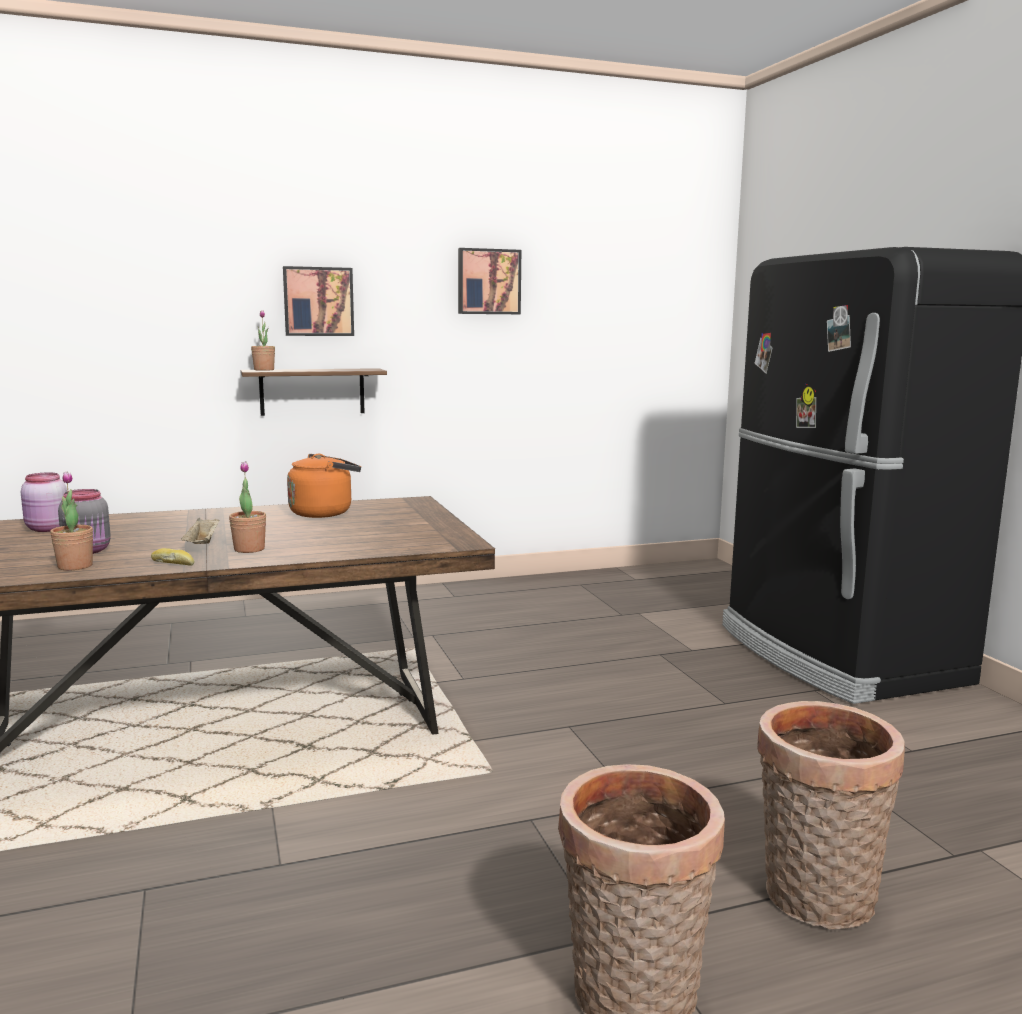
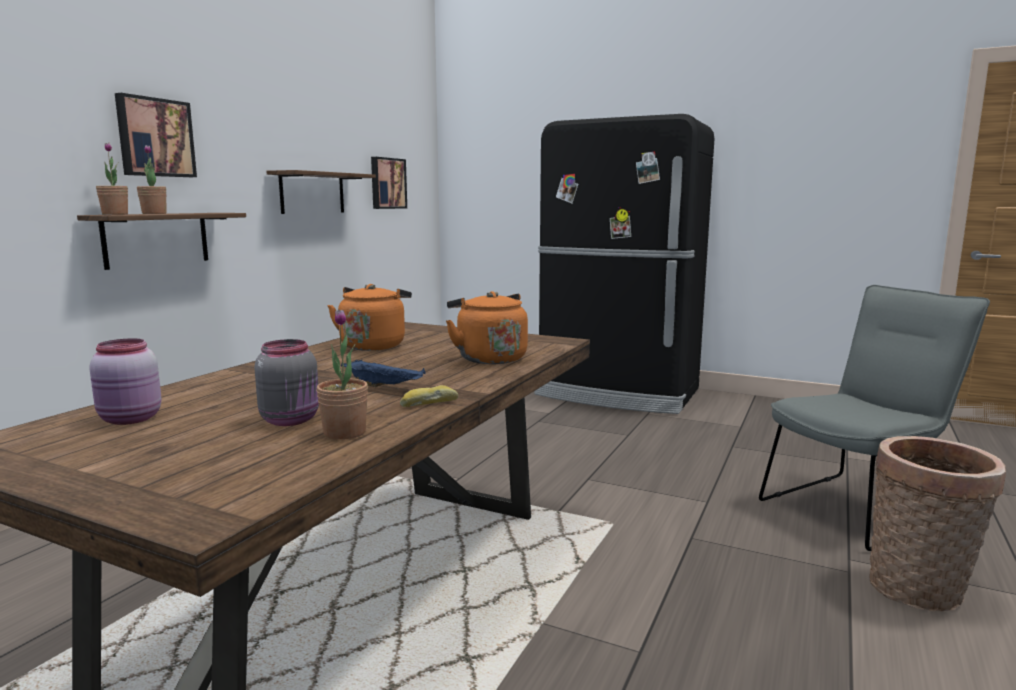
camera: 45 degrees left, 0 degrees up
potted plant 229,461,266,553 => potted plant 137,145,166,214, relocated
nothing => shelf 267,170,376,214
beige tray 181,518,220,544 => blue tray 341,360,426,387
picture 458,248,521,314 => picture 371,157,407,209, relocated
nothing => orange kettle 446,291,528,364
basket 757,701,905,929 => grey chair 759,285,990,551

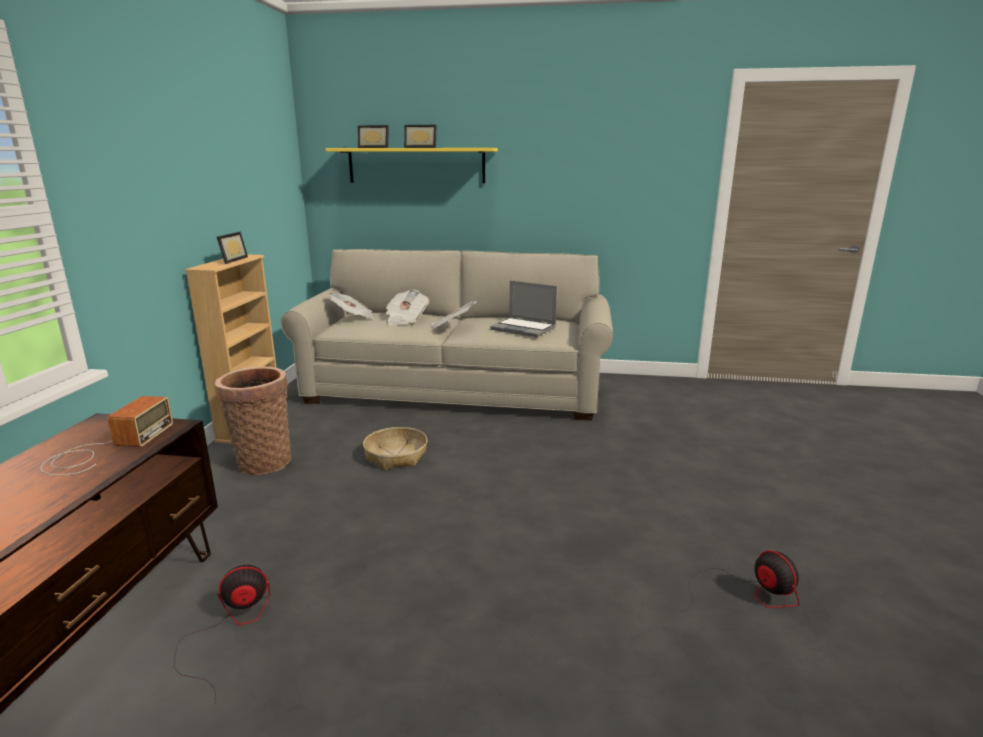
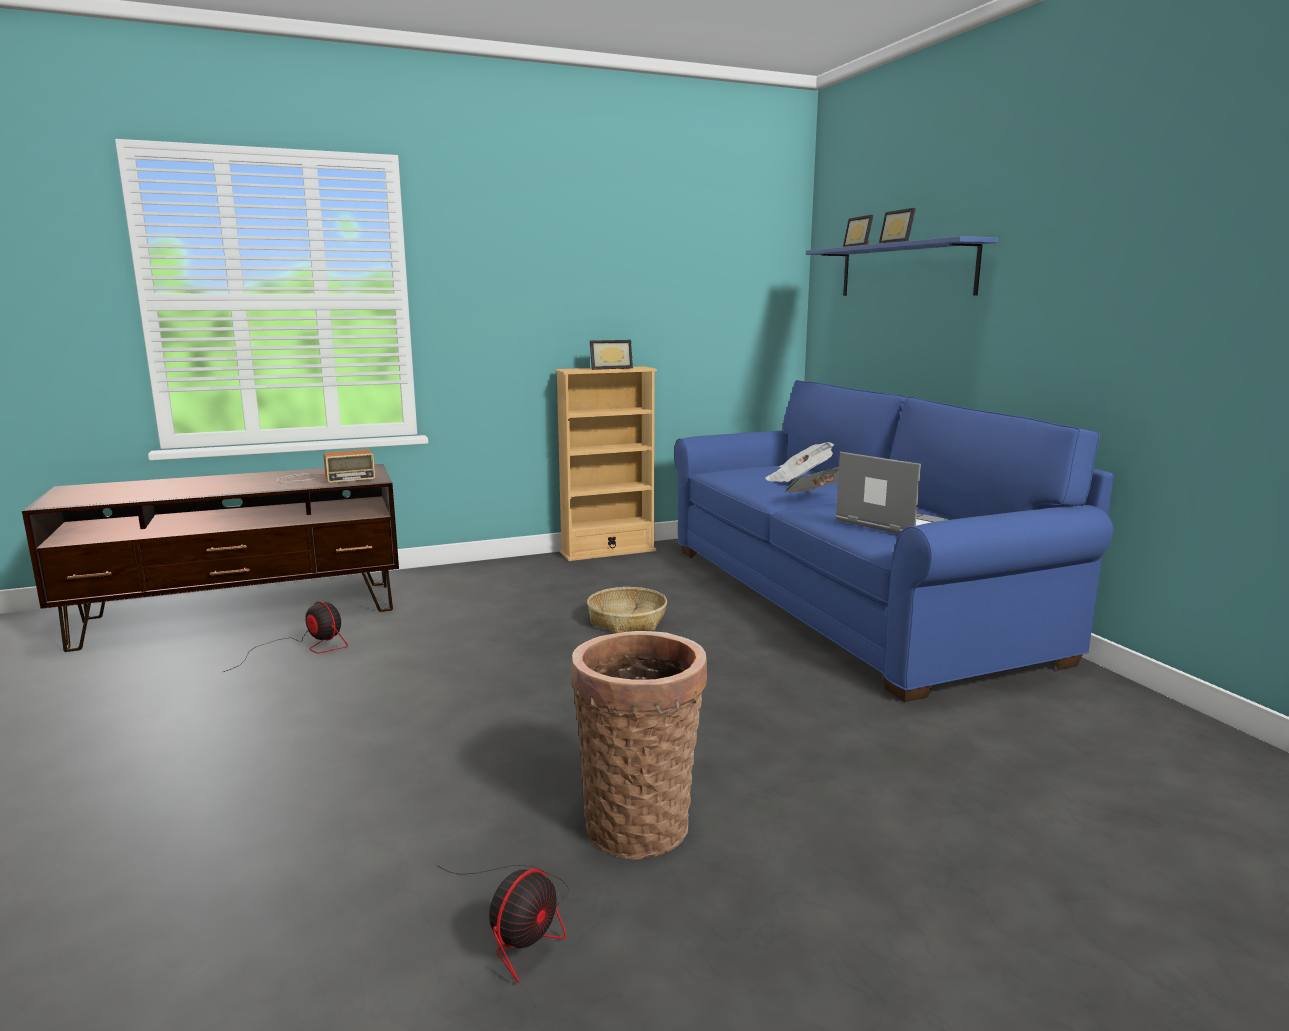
camera: 60 degrees right, 5 degrees down
basket 215,366,291,475 => basket 571,631,707,859, relocated
beige sofa 281,249,613,421 => blue sofa 674,380,1114,702
yellow shelf 326,148,498,184 => blue shelf 806,236,998,296
laptop 490,281,557,337 => laptop 835,452,948,534, 135 degrees clockwise
newspaper 328,292,374,319 => nothing

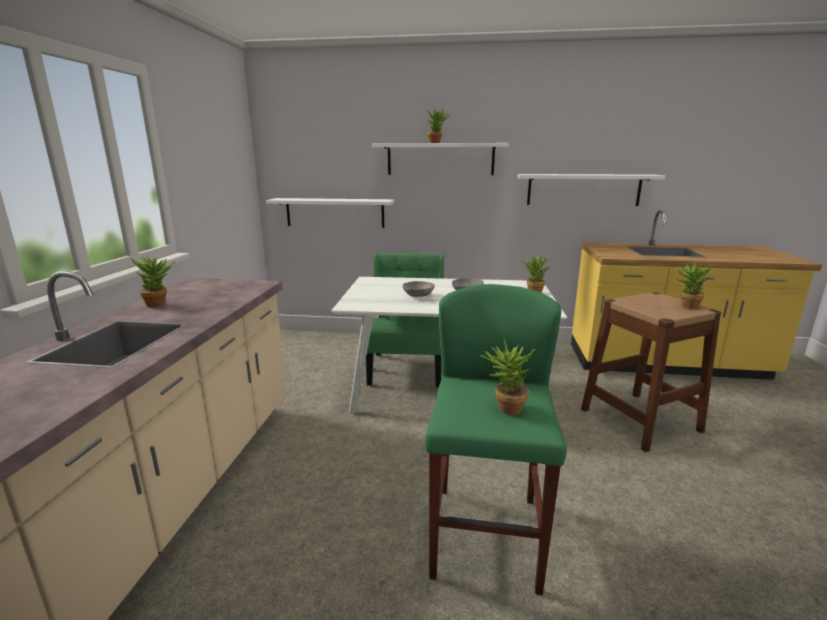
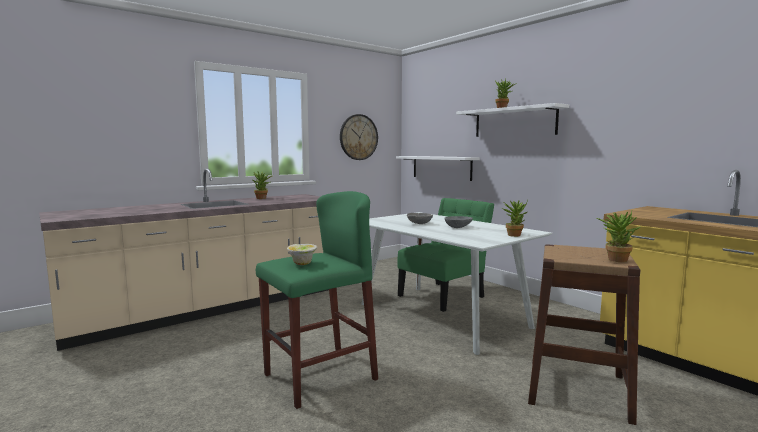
camera: 45 degrees right, 10 degrees down
potted plant 480,338,535,415 => bowl 287,244,317,265
nothing => wall clock 340,114,378,160
white shelf 518,174,665,206 => nothing

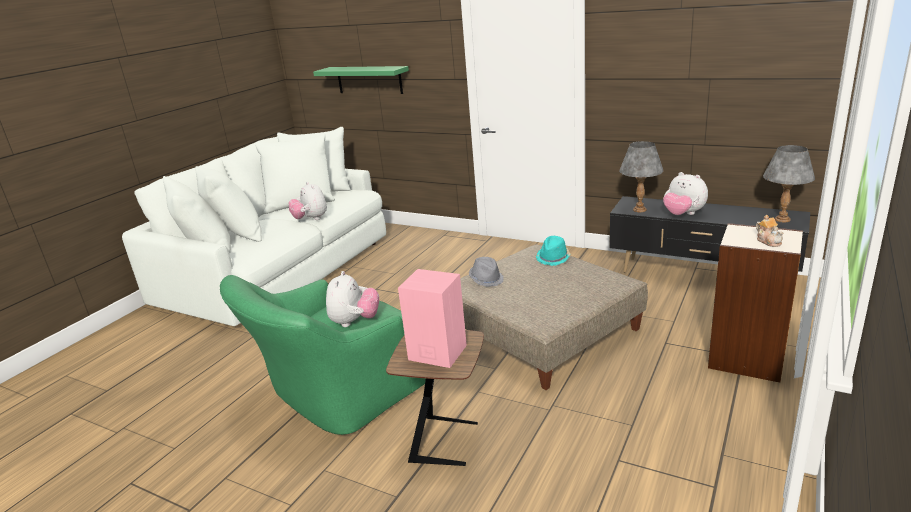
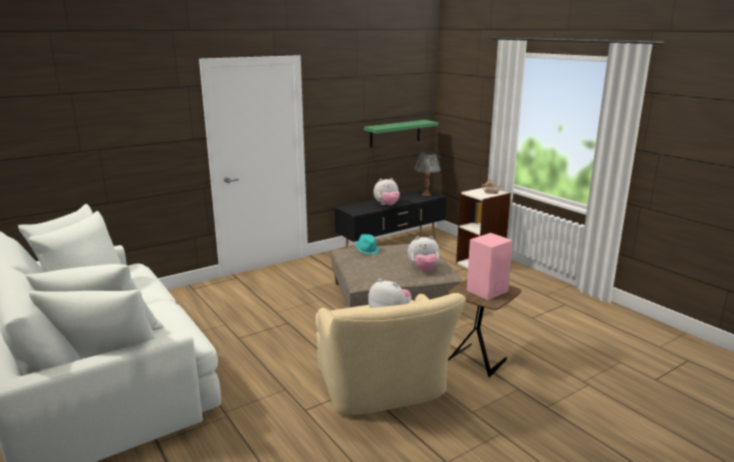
camera: 65 degrees left, 5 degrees down
green armchair 220,275,426,435 => beige armchair 315,293,466,415
green shelf 313,66,409,94 => green shelf 364,120,438,147, relocated
plush toy 289,182,327,220 => plush toy 408,236,439,271, relocated
grey hat 469,257,504,287 => nothing
grey table lamp 619,141,664,212 => nothing

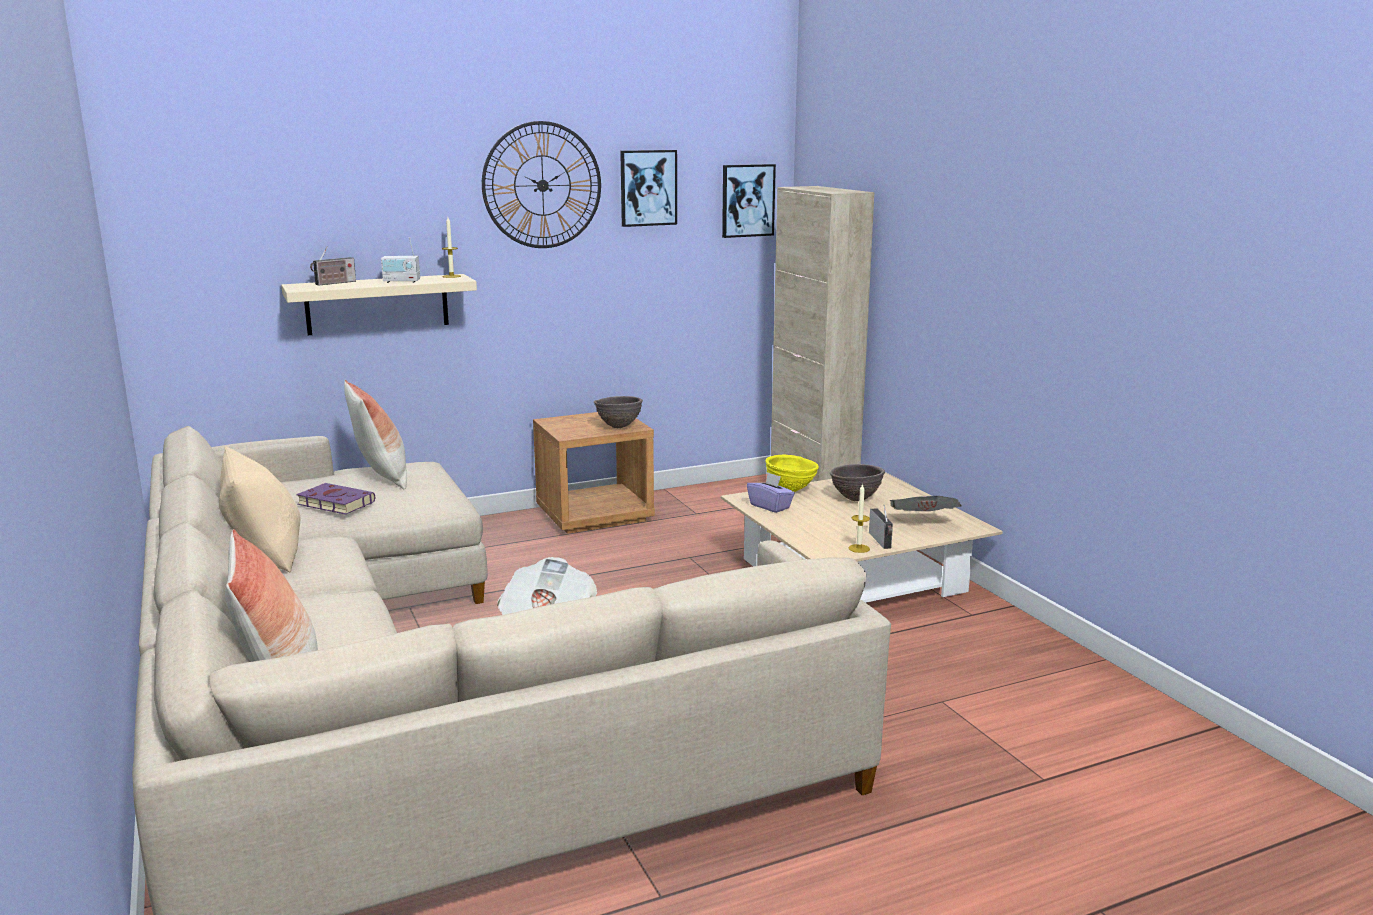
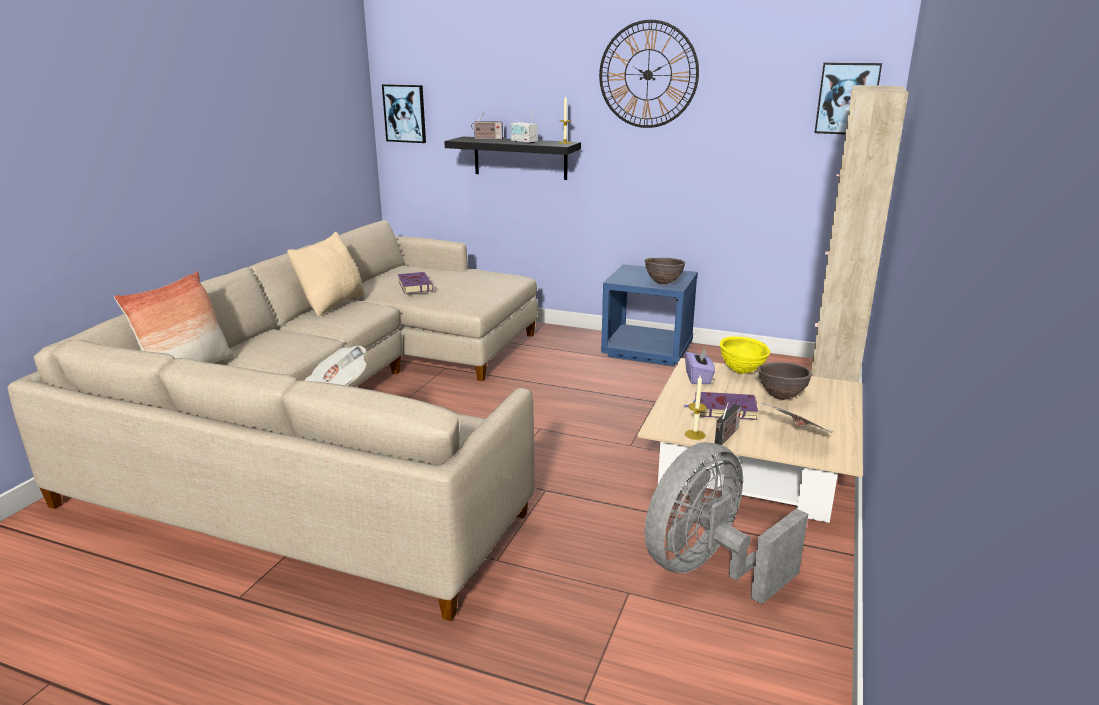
camera: 45 degrees right, 5 degrees up
picture 620,150,677,227 => picture 382,84,426,143, relocated
beige shelf 281,274,477,335 => black shelf 444,137,581,180
brown nightstand 533,412,655,534 => blue nightstand 601,264,698,366
nothing => grey fan 645,442,808,605
nothing => purple book 684,392,758,420
pillow 344,380,407,489 => nothing

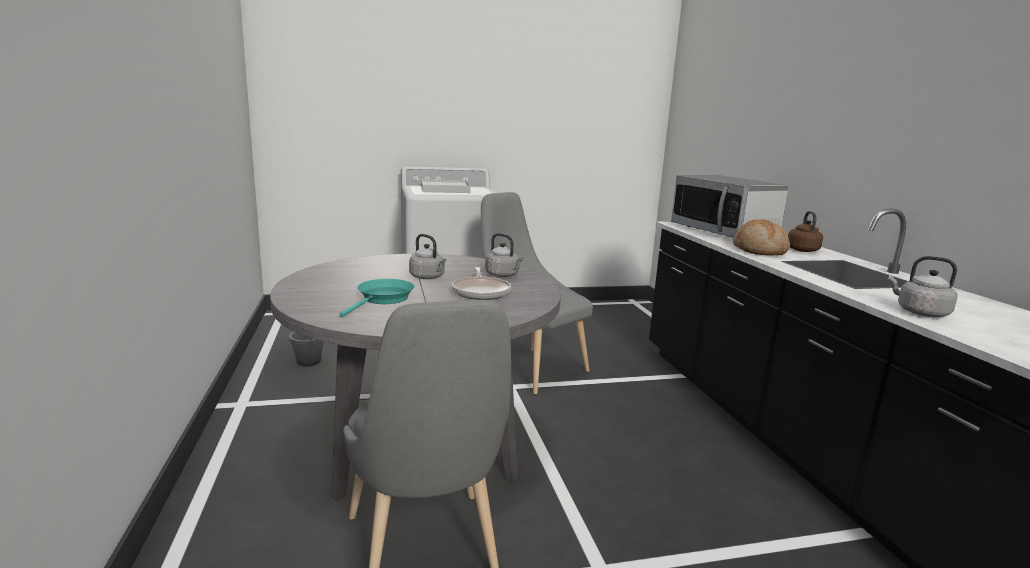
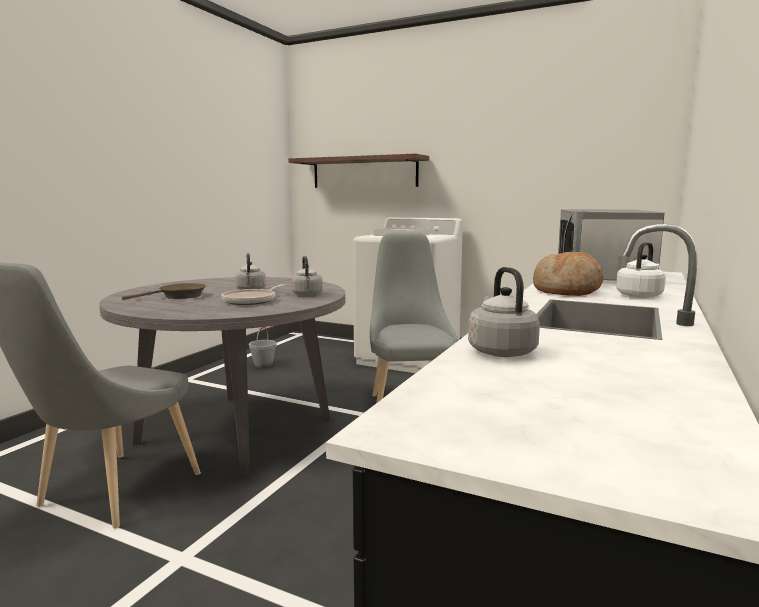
camera: 40 degrees right, 5 degrees down
turquoise frying pan 339,279,415,317 => brown frying pan 122,283,206,300
nothing => shelf 288,153,429,188
brown kettle 788,211,823,252 => white kettle 616,242,666,298

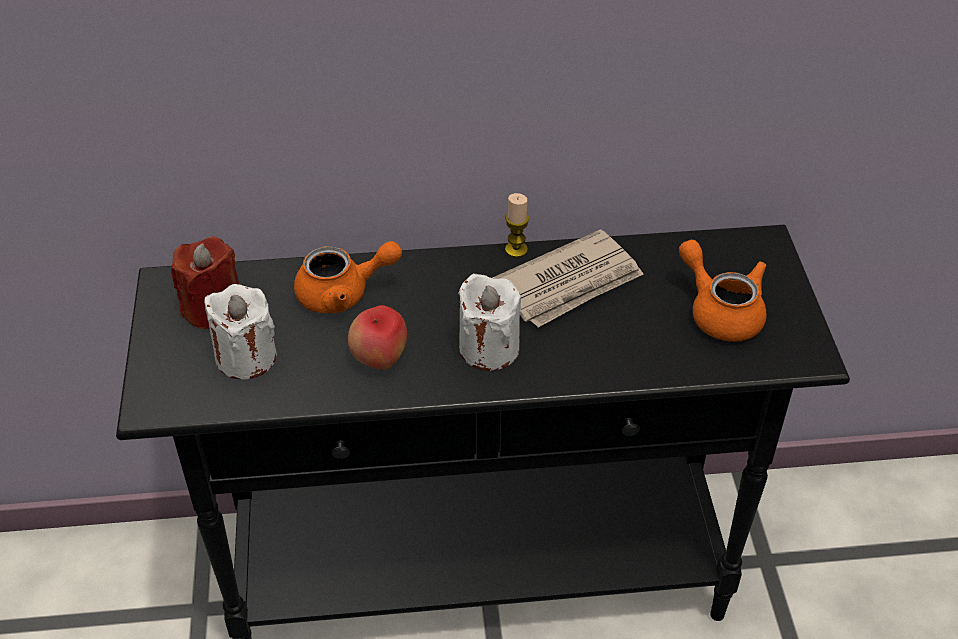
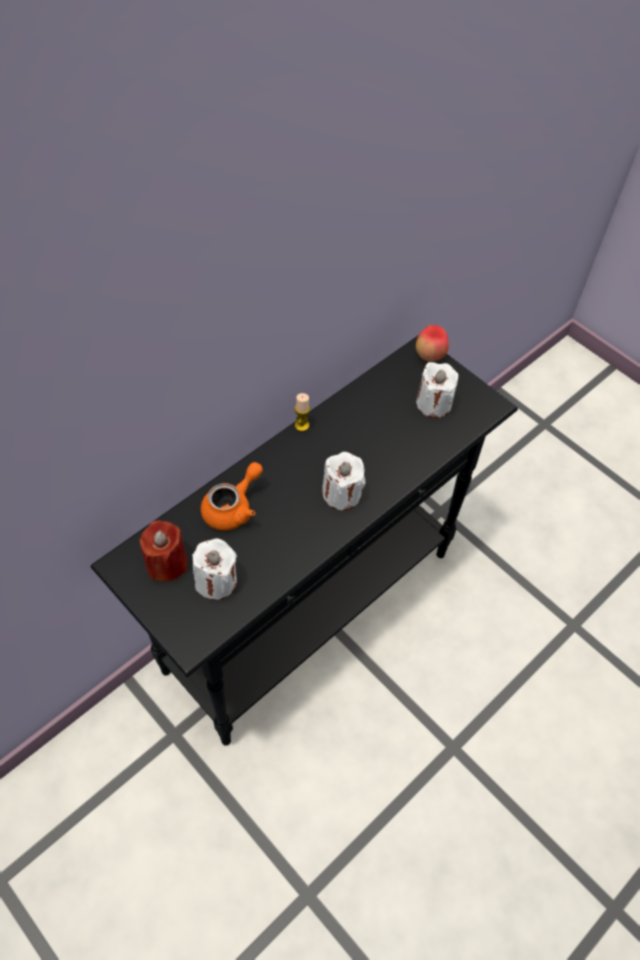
camera: 40 degrees left, 10 degrees up
apple 348,305,407,370 => apple 416,325,449,361, relocated
orange teapot 679,240,767,342 => white candle 416,362,458,418
newspaper 492,229,644,328 => nothing

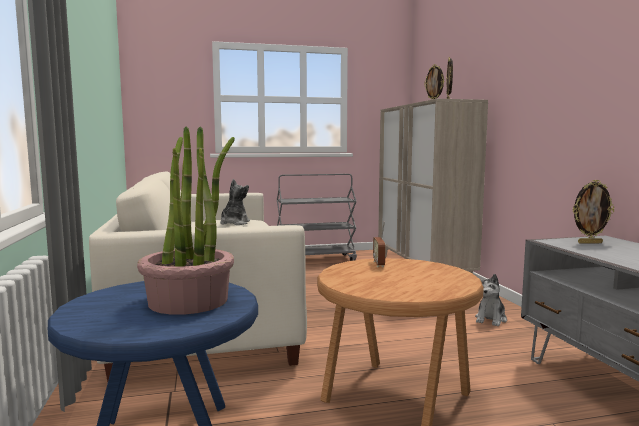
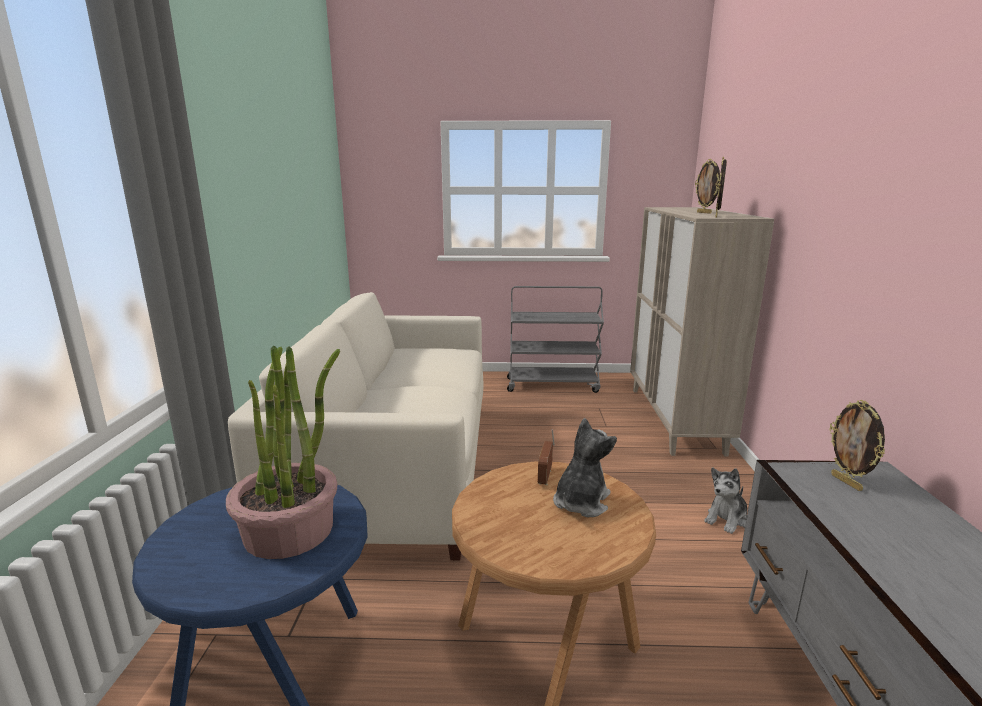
camera: 15 degrees right, 10 degrees up
plush toy 220,179,250,225 => plush toy 553,418,617,517, relocated
picture frame 573,180,614,243 => picture frame 829,400,885,491, 60 degrees clockwise

